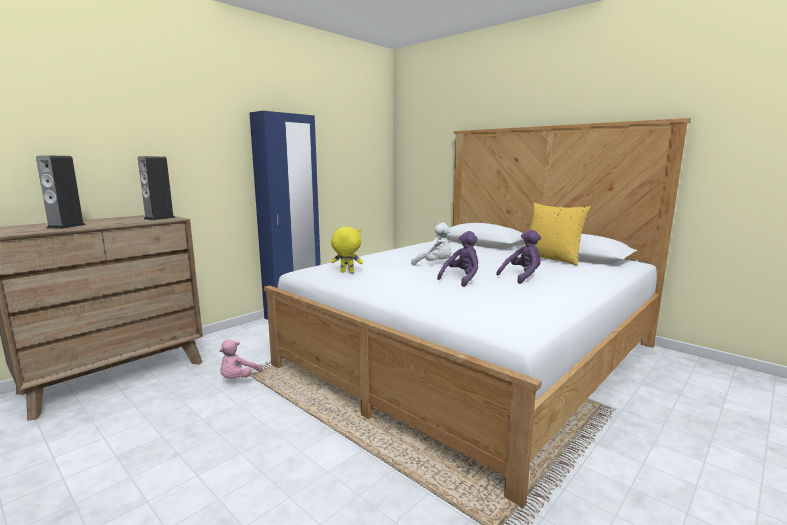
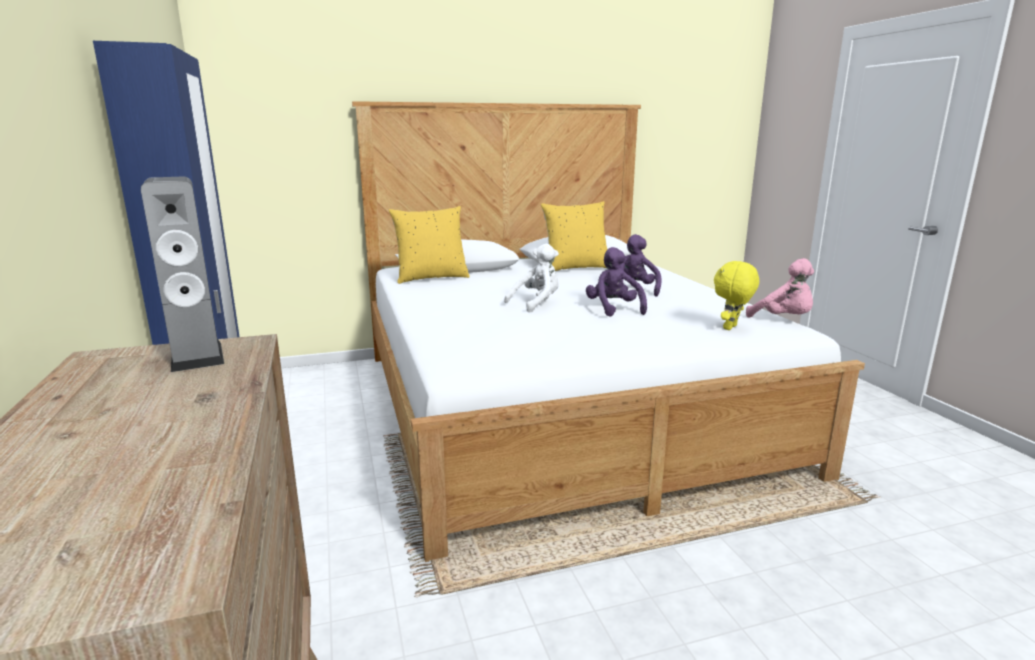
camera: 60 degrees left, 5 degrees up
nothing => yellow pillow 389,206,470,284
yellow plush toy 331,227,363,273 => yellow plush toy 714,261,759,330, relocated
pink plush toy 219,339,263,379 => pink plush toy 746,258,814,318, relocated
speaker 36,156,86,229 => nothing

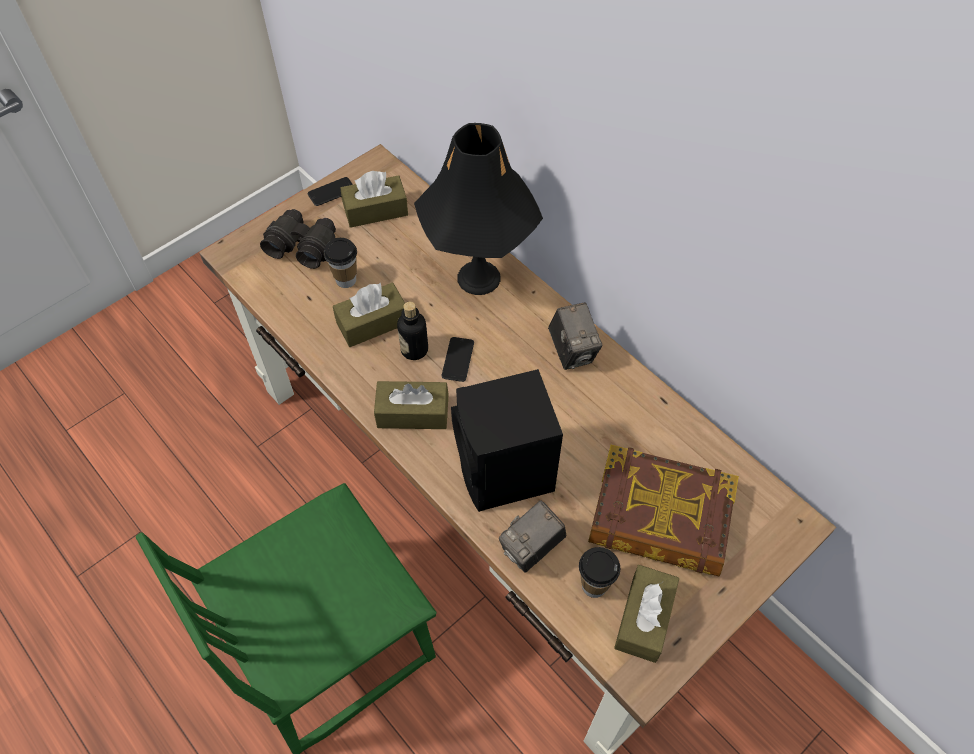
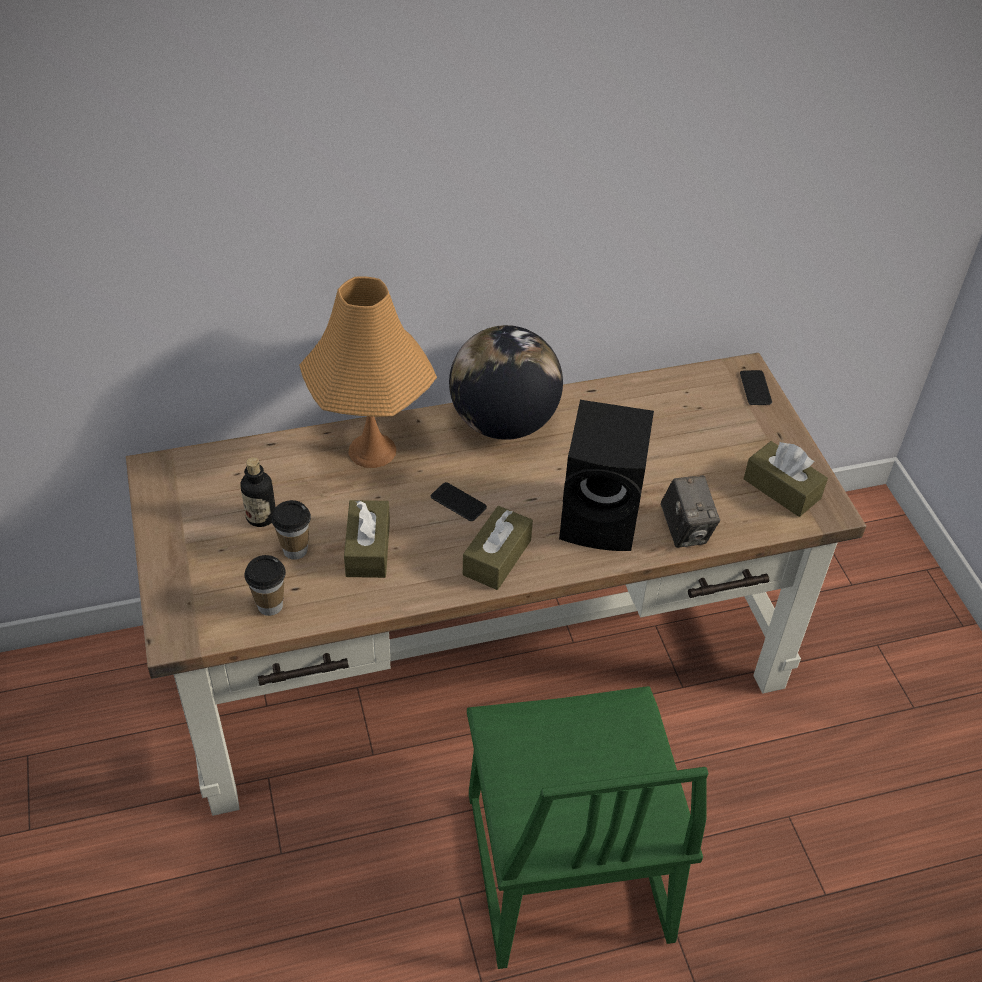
camera: 65 degrees left, 10 degrees down
bottle 397,302,428,360 => bottle 240,457,276,527, relocated
cup 579,547,620,598 => cup 244,555,286,616, relocated
black table lamp 414,123,543,295 => orange table lamp 299,276,437,468
photo camera 548,302,602,370 => globe 449,325,563,440
phone 308,177,353,206 => phone 740,370,772,405, relocated
black binoculars 260,209,336,269 => nothing
brown tissue box 340,171,408,228 => nothing
book 588,445,739,576 => nothing

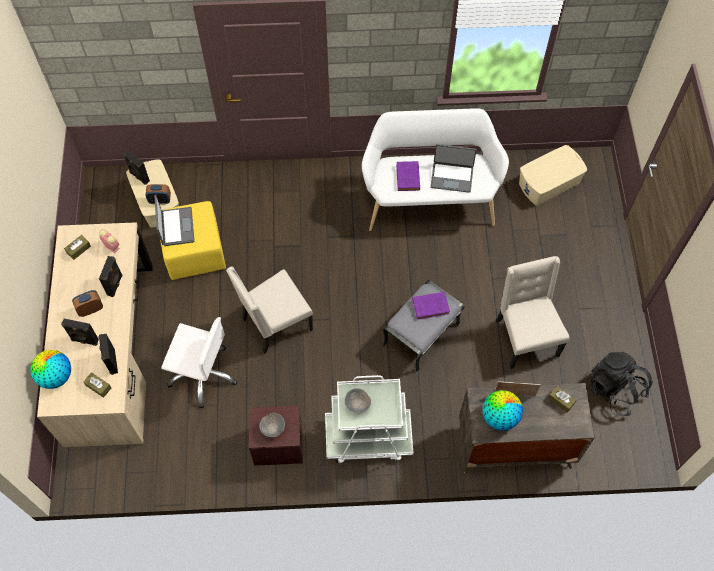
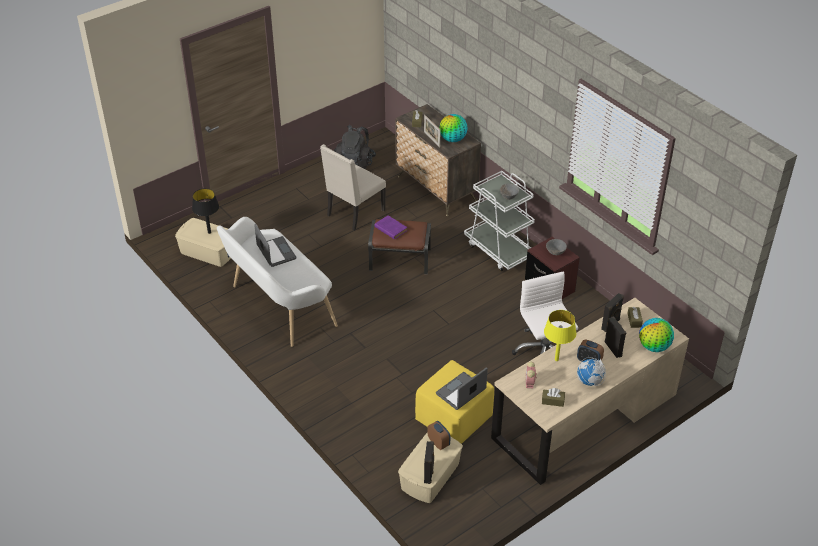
camera: 125 degrees left, 20 degrees down
nothing => black table lamp 192,188,219,234
grey ottoman 383,280,465,372 => brown ottoman 368,219,431,274
black speaker 99,256,123,297 => yellow table lamp 544,310,576,361
nothing => globe 577,357,606,386
beige chair 226,266,313,354 => nothing
purple book 396,161,420,191 => nothing

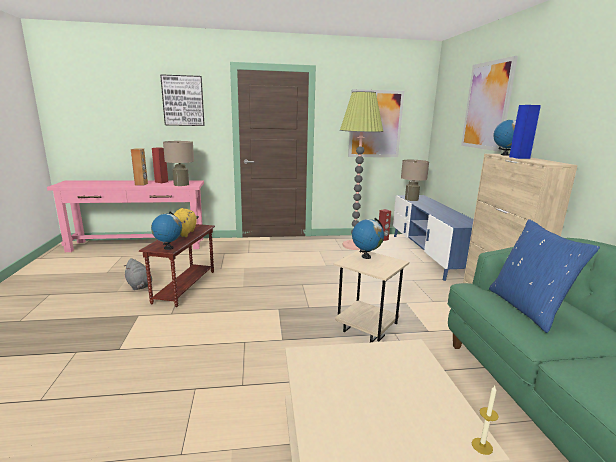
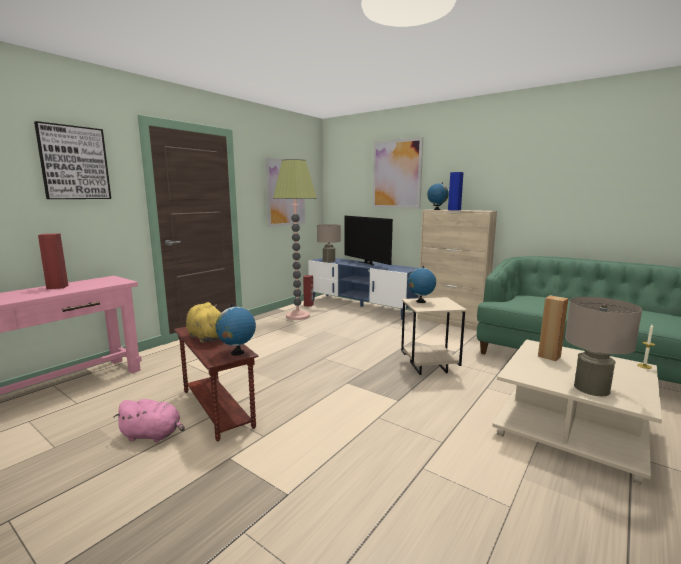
camera: 45 degrees left, 5 degrees down
grey plush toy 124,258,152,290 => pink plush toy 113,399,185,442
nothing => television 344,216,393,266
brown speaker 131,148,148,186 => brown speaker 538,295,569,361, relocated
beige table lamp 163,141,194,186 => beige table lamp 565,297,642,396, relocated
blue pillow 489,219,600,333 => nothing

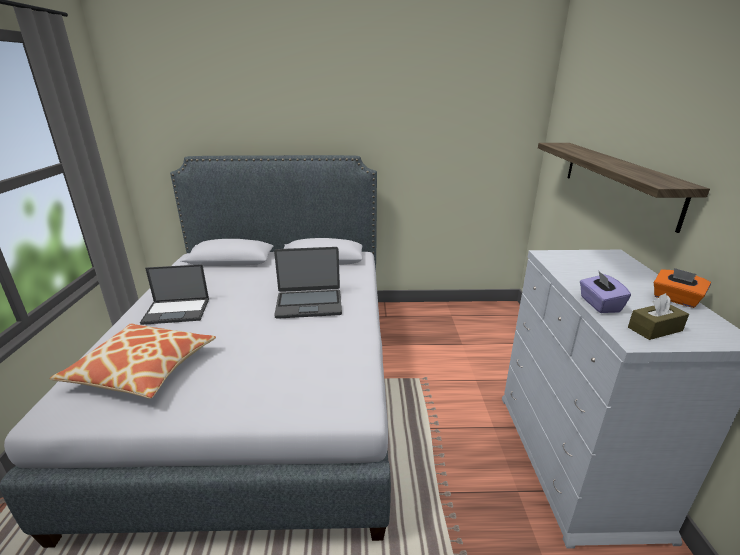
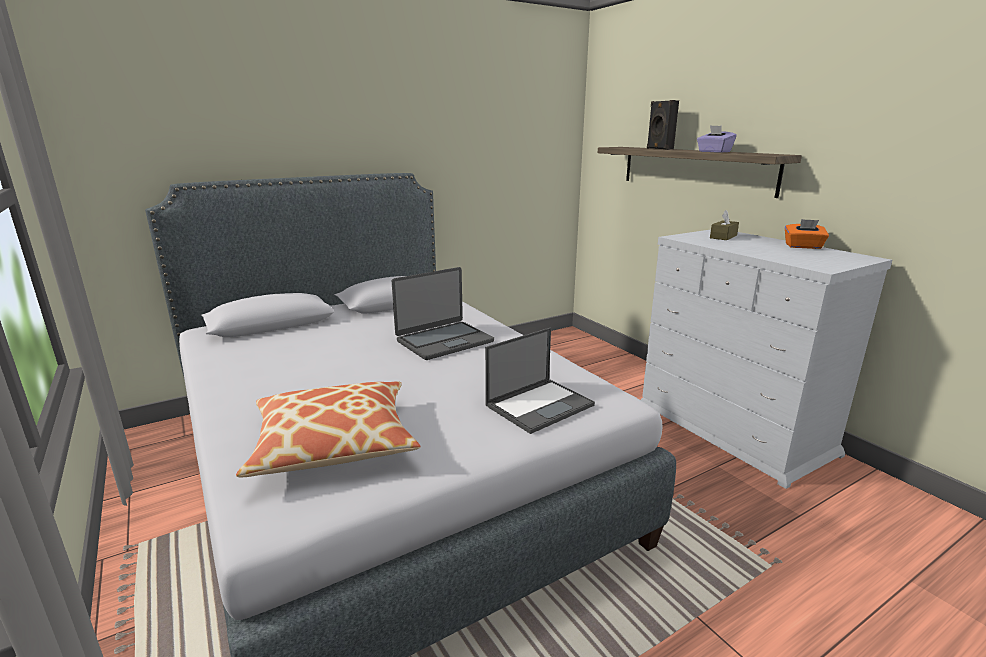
camera: 30 degrees left, 5 degrees down
laptop 140,264,209,325 => laptop 485,327,595,434, relocated
nothing => black speaker 647,100,679,150
purple tissue box 580,270,631,313 => purple tissue box 697,125,737,153, relocated
brown tissue box 628,293,689,340 => brown tissue box 710,210,739,240, relocated

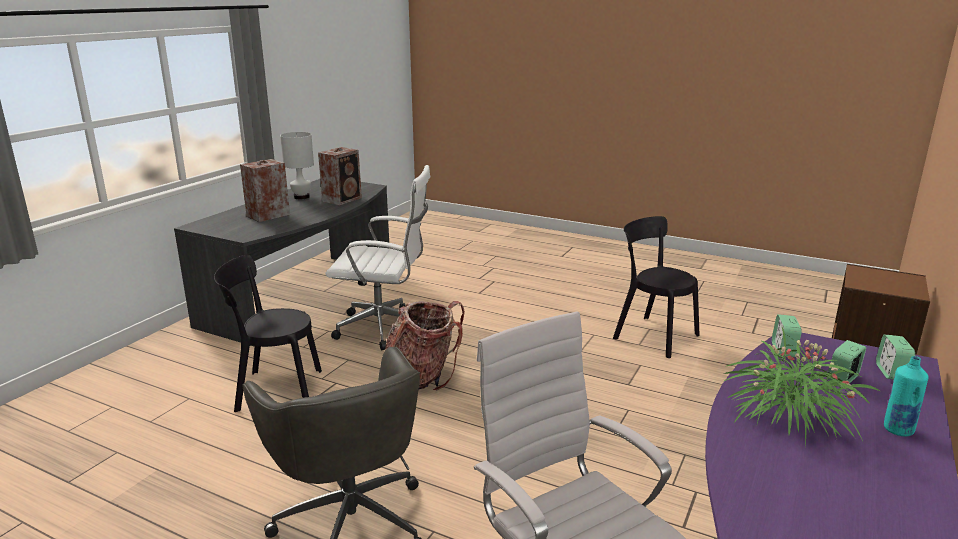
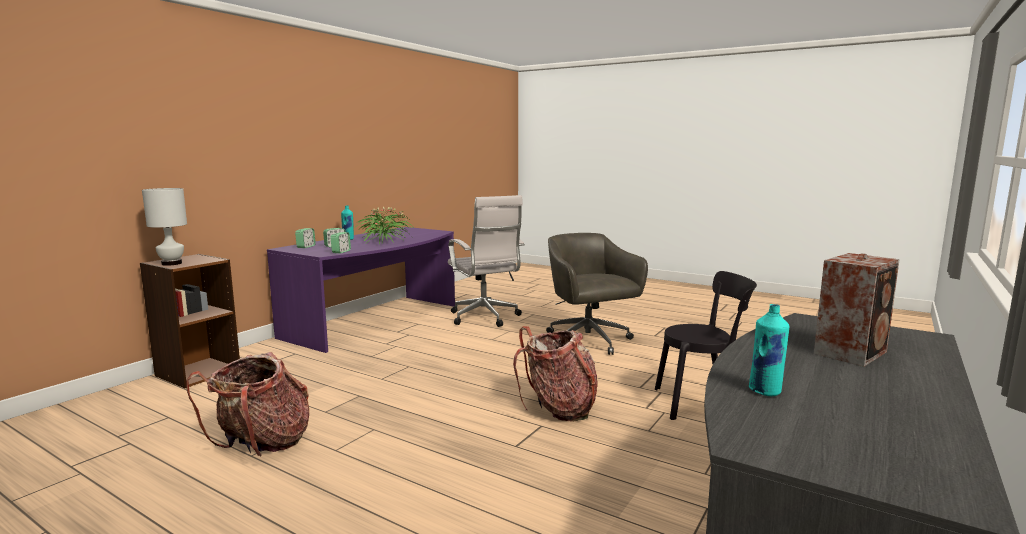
camera: 175 degrees left, 10 degrees down
white table lamp 280,132,314,199 => white table lamp 142,188,187,266, relocated
black chair 613,216,700,358 => backpack 186,352,309,456
speaker 318,147,362,205 => turquoise bottle 749,304,789,396
white office chair 326,165,430,350 => nothing

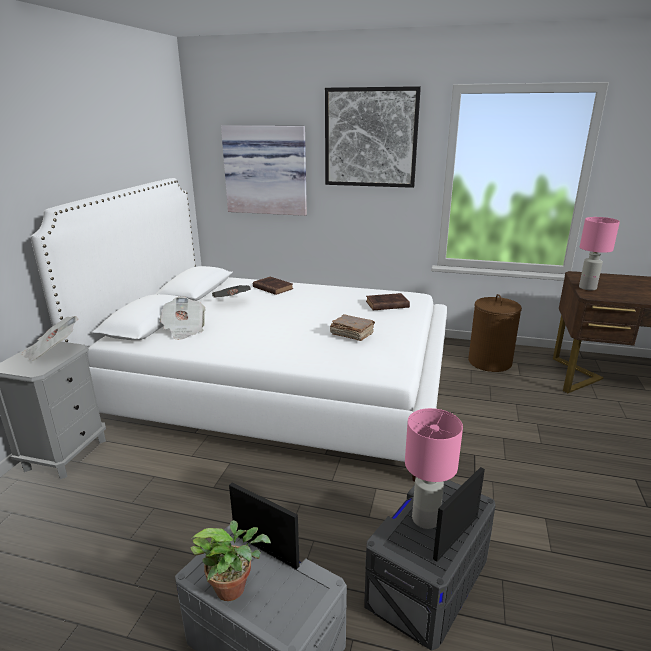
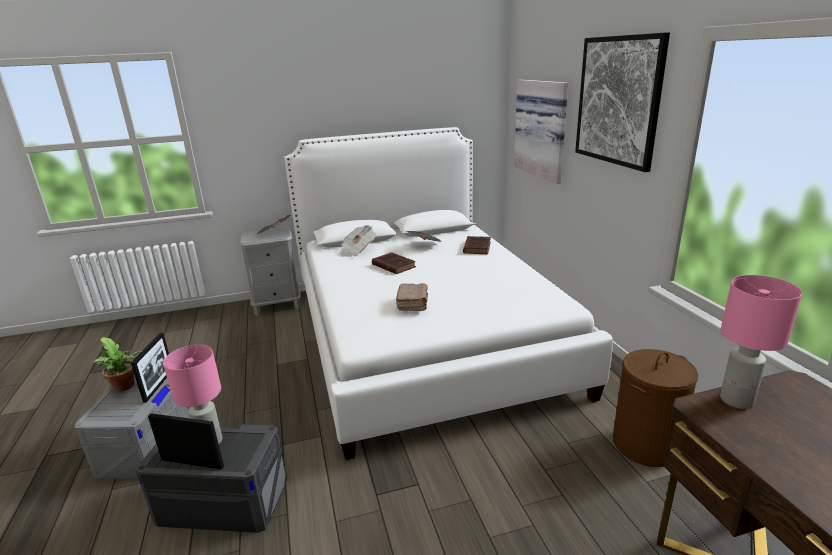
camera: 60 degrees right, 0 degrees up
brown book 366,293,410,310 => brown book 372,252,416,274, relocated

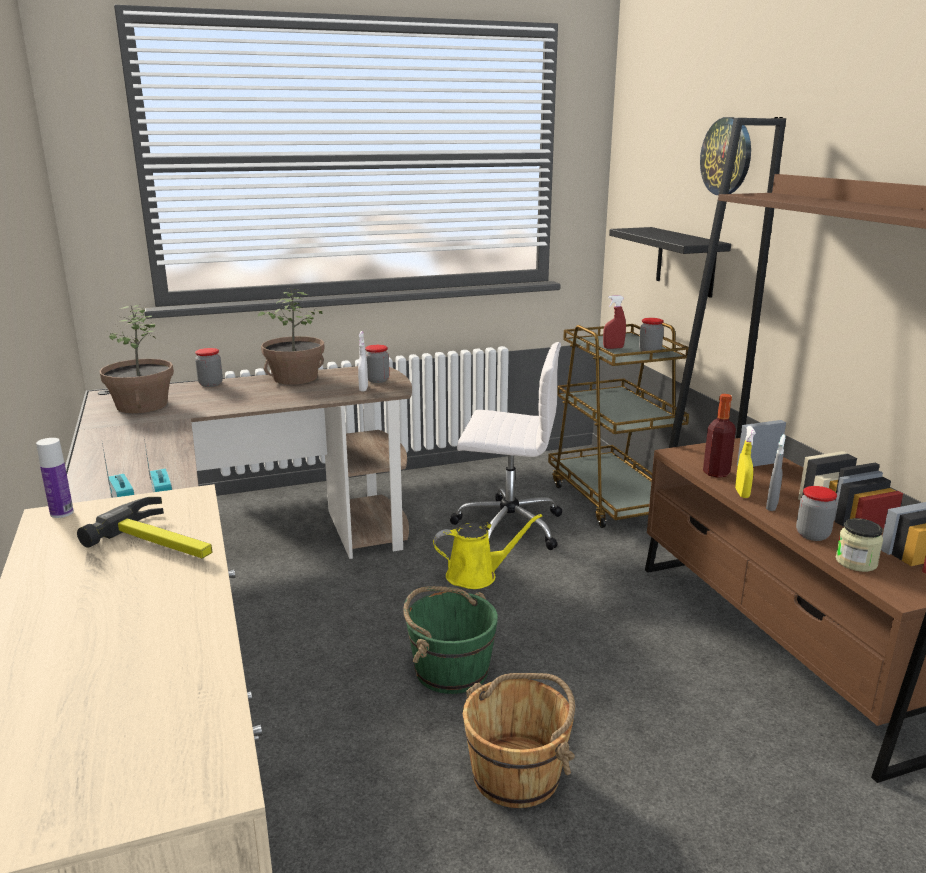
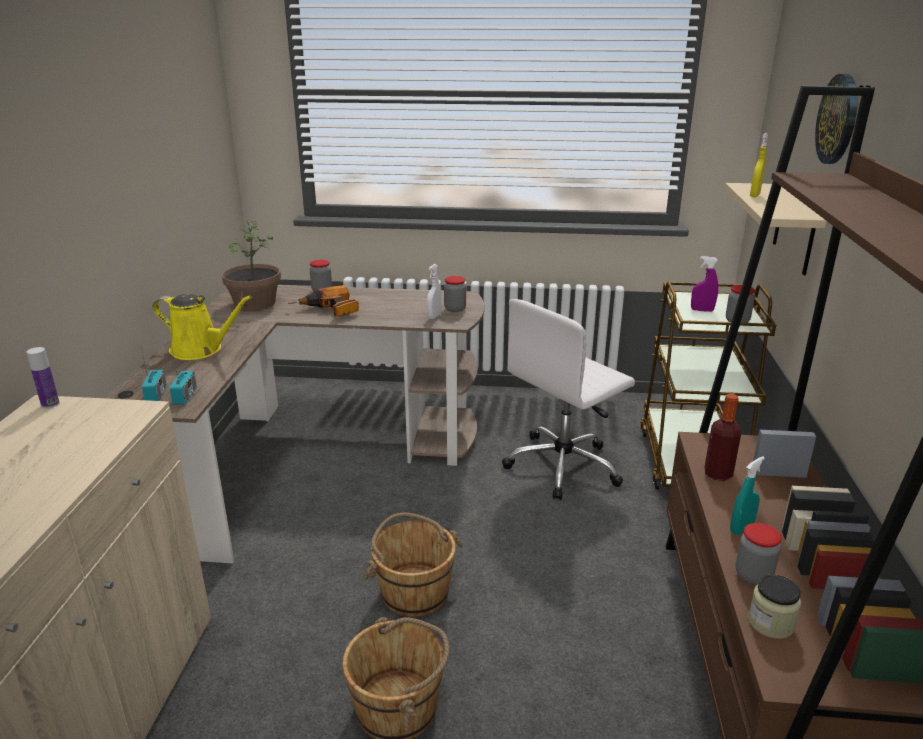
camera: 25 degrees right, 5 degrees up
yellow watering can 433,514,542,589 => yellow watering can 153,294,252,360, relocated
nothing => power drill 288,285,359,317
green bucket 403,586,498,694 => brown bucket 363,513,463,617
white office chair 450,342,562,550 => white office chair 502,299,635,500, 105 degrees clockwise
red spray bottle 603,295,626,349 => purple spray bottle 691,256,718,312
black shelf 609,227,731,298 => beige shelf 725,183,827,275
grey spray bottle 766,434,785,511 => turquoise spray bottle 730,456,765,535
yellow spray bottle 735,426,756,498 => yellow spray bottle 750,133,768,197, relocated
hammer 77,497,212,559 => nothing
potted plant 258,288,325,385 => nothing

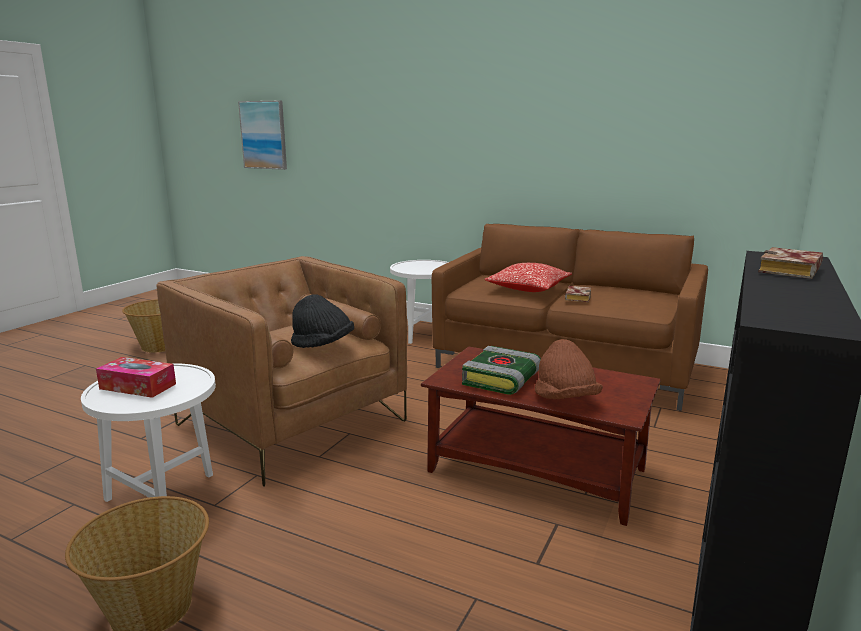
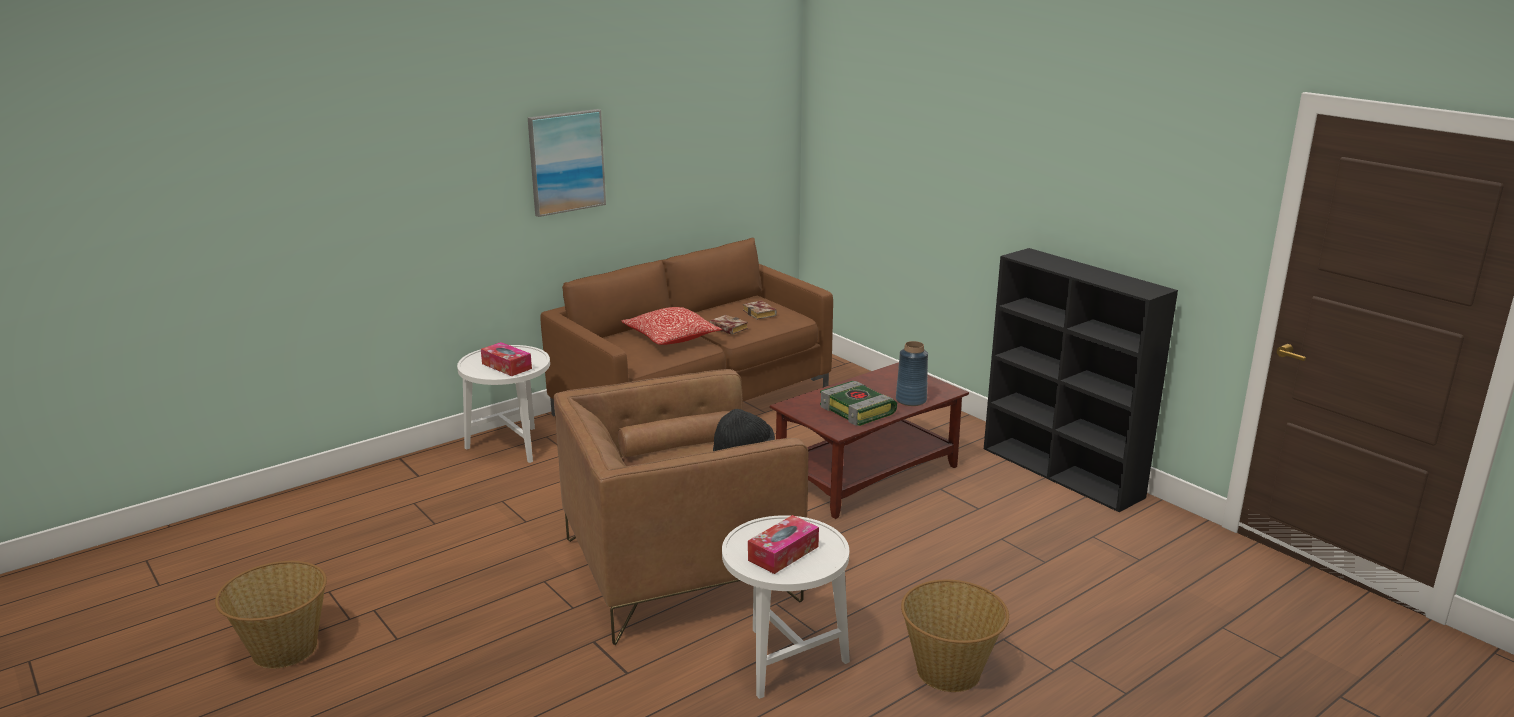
camera: 65 degrees left, 5 degrees up
nothing => tissue box 481,342,532,376
picture 238,101,287,170 => picture 528,109,606,217, relocated
book 758,247,823,279 => book 743,301,777,320, relocated
brown hat 535,339,603,399 => blue vase 896,341,928,406

